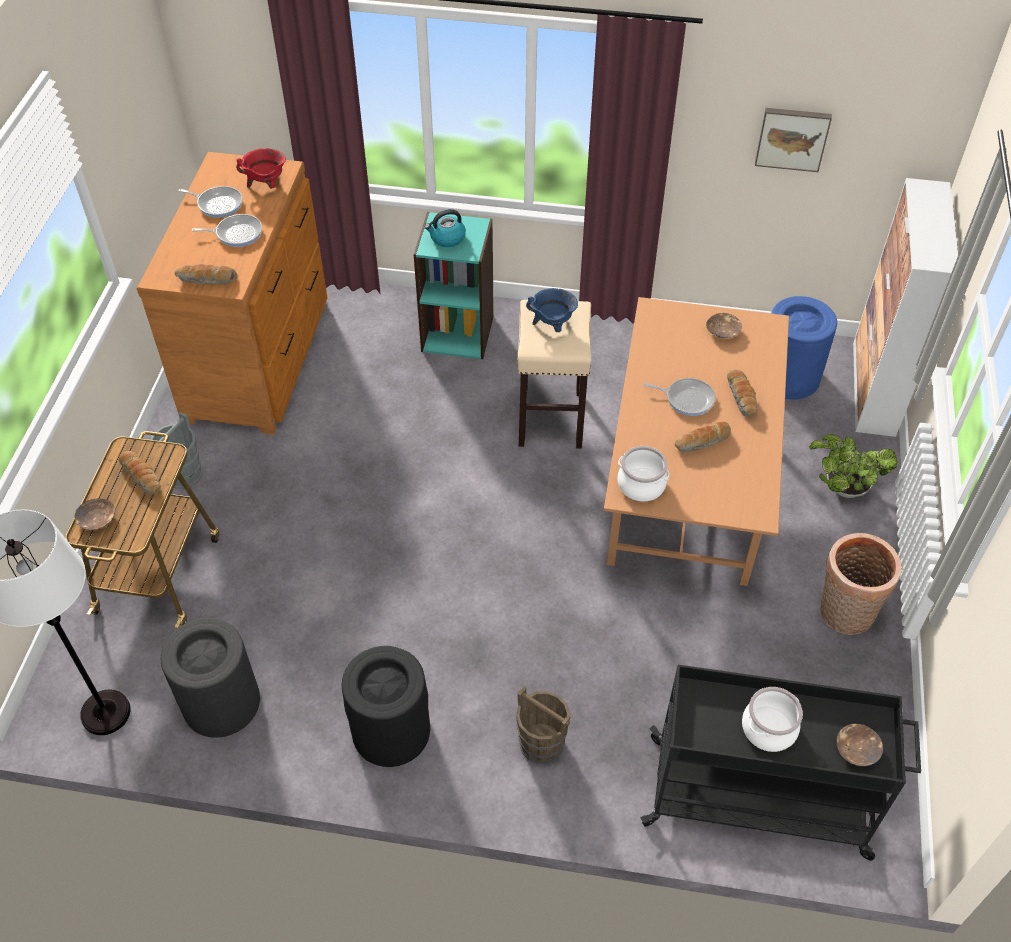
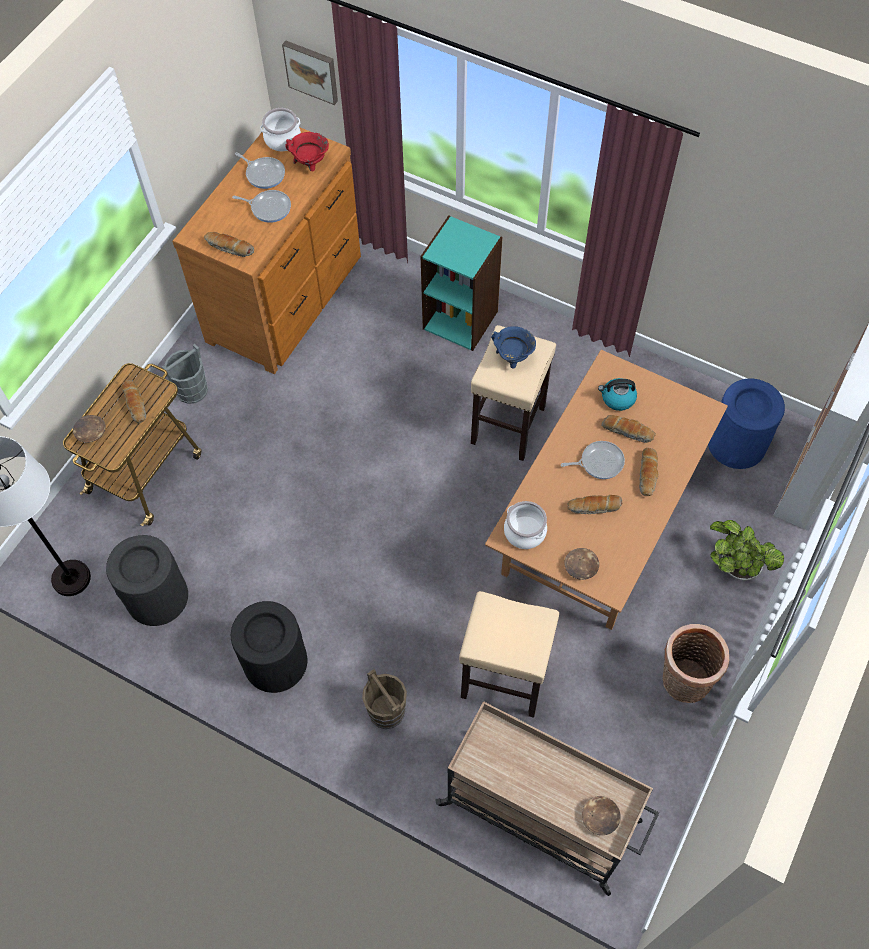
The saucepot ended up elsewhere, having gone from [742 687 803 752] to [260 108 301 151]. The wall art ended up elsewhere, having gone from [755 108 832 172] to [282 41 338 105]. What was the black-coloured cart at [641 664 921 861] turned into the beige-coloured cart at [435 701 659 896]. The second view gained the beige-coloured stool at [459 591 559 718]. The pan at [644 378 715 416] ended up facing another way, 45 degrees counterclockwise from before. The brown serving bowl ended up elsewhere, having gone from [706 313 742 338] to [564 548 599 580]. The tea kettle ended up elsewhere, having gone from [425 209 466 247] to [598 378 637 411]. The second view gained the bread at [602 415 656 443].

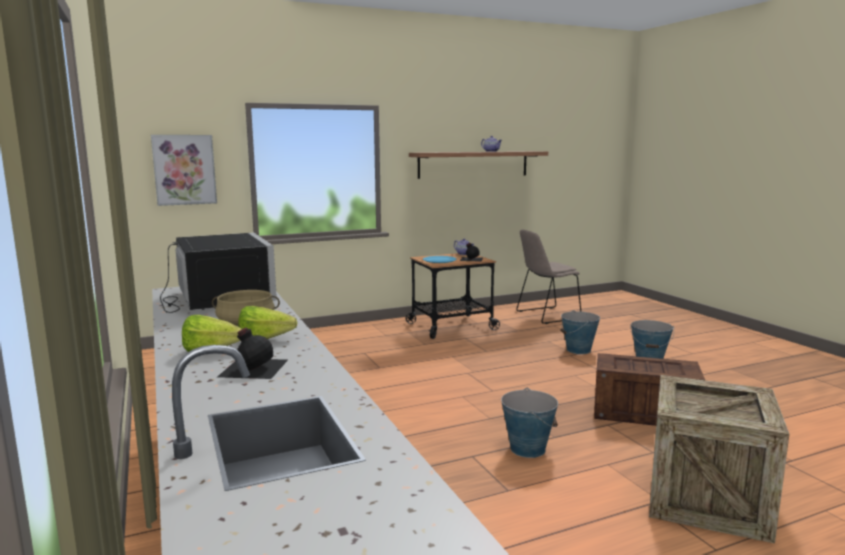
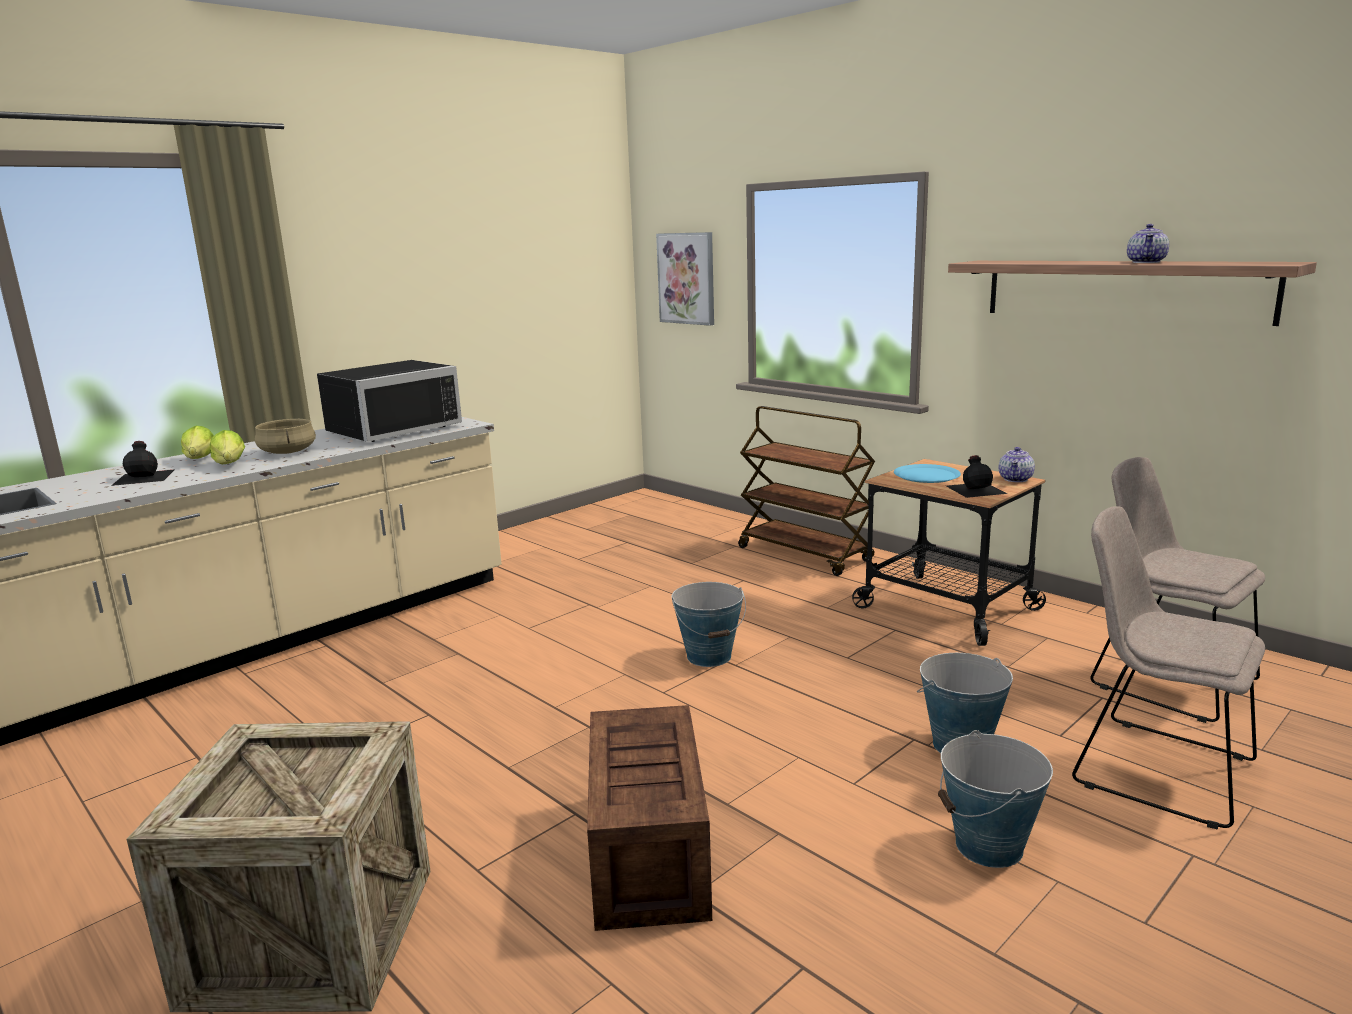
The bucket ended up elsewhere, having gone from [501 388 558 458] to [671 582 746 667]. The second view gained the brown cart at [738 406 875 576]. The second view gained the beige-coloured plain chair at [1072 506 1265 830].

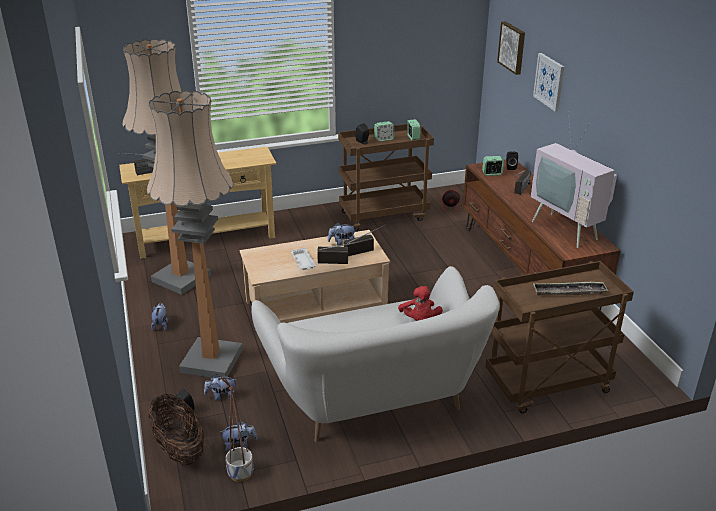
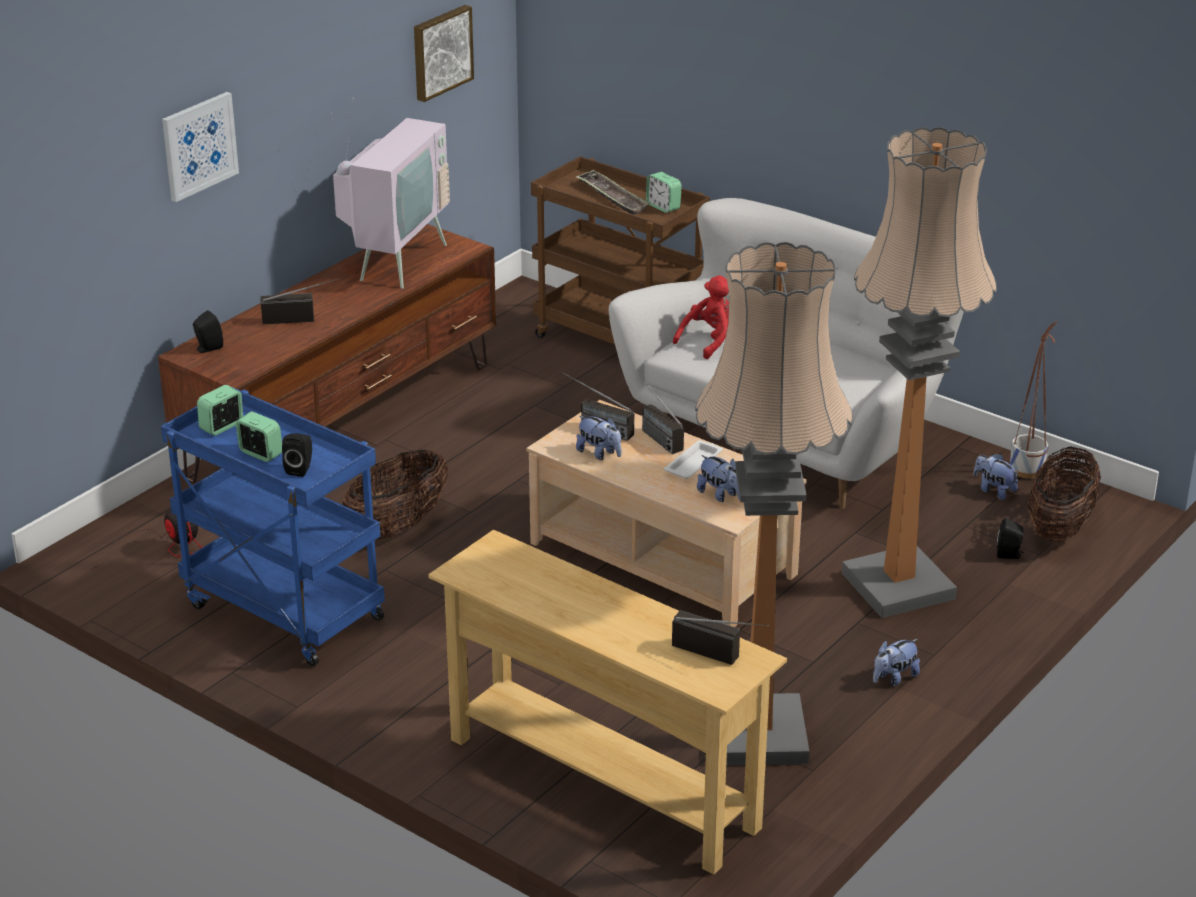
What was the brown cart at [338 124 434 232] turned into the blue cart at [161 387 385 666]. The second view gained the basket at [342 449 449 540]. The wall art ended up elsewhere, having gone from [497 21 525 75] to [414 5 474 102]. The bedside clock ended up elsewhere, having gone from [482 156 504 176] to [646 172 682 213]. The plush toy ended up elsewhere, having gone from [204 374 237 401] to [697 455 740 502].

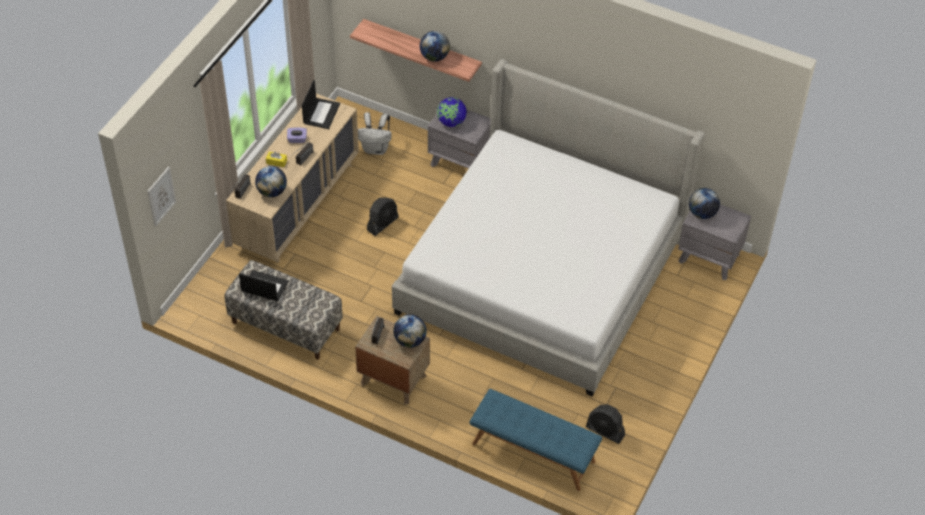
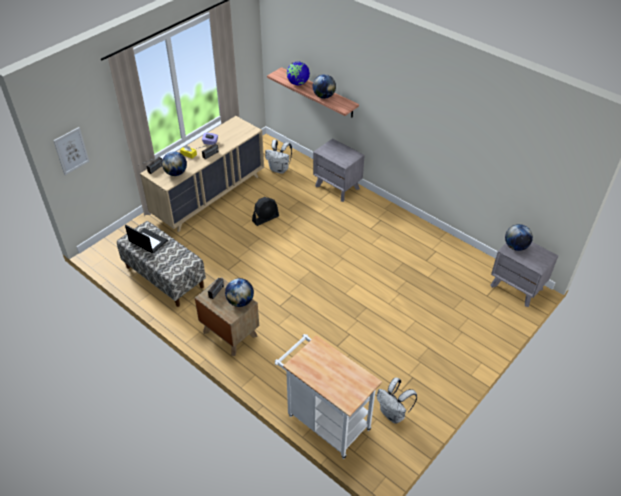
Where the blue long seat stood at [470 389 602 491], the white-coloured cart came to stand at [275 334 382 459]. The desk globe ended up elsewhere, having gone from [437 97 467 127] to [287 62 310 85]. Where the black-coloured fan stood at [586 404 625 444], the white-coloured backpack came to stand at [377 378 417 424]. The second view lost the notebook computer at [302 80 340 129]. The second view lost the bedroom bed at [392 59 705 396].

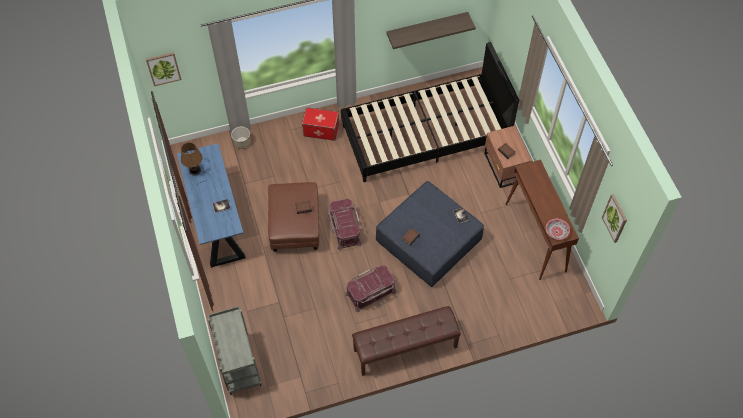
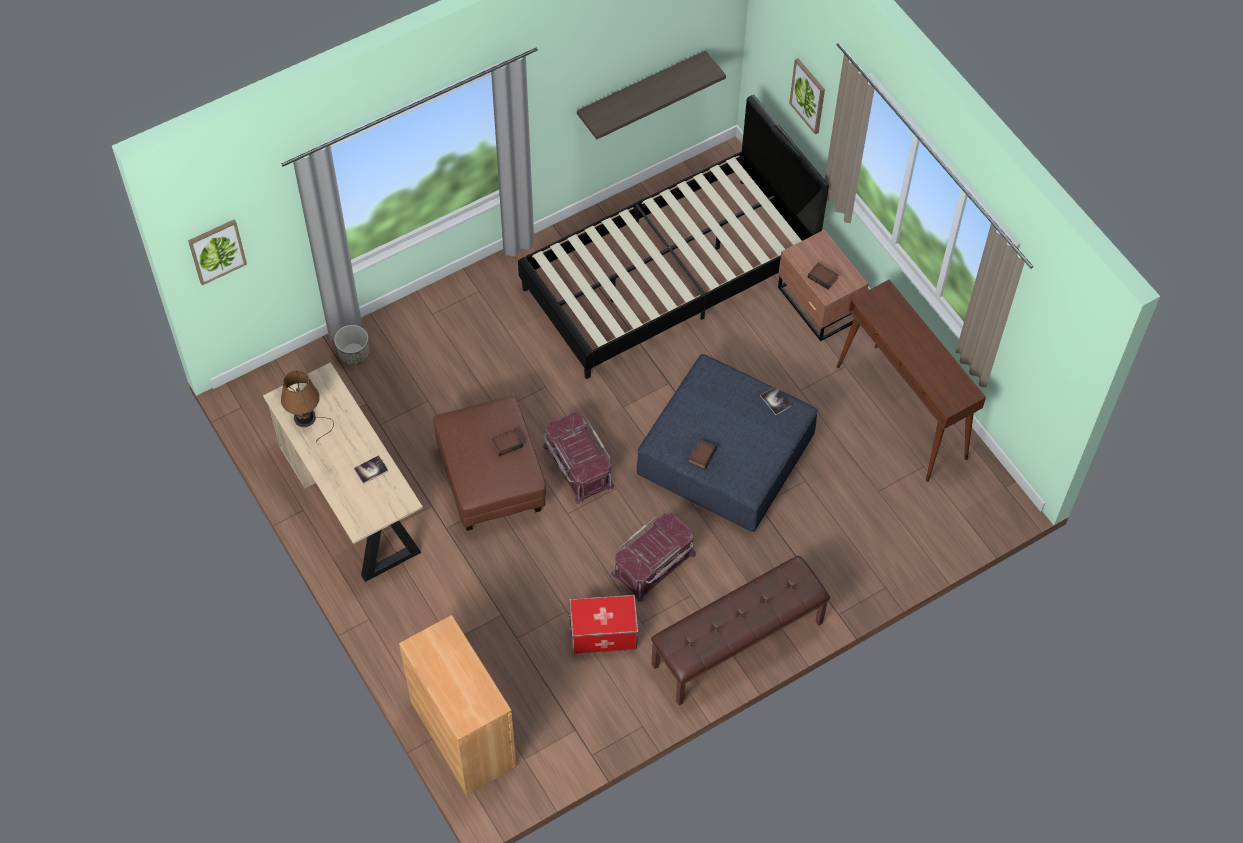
What was the blue desk table at [177 143 246 268] turned into the beige-coloured desk table at [263 362 423 582]. Where the grey cart stood at [208 306 262 395], the brown storage cabinet came to stand at [399 615 517 795]. The storage container ended up elsewhere, having gone from [302 107 339 141] to [569 595 638 654]. The wall art ended up elsewhere, having gone from [602 194 627 243] to [789 58 825 135]. The second view lost the serving bowl at [546 219 570 240].

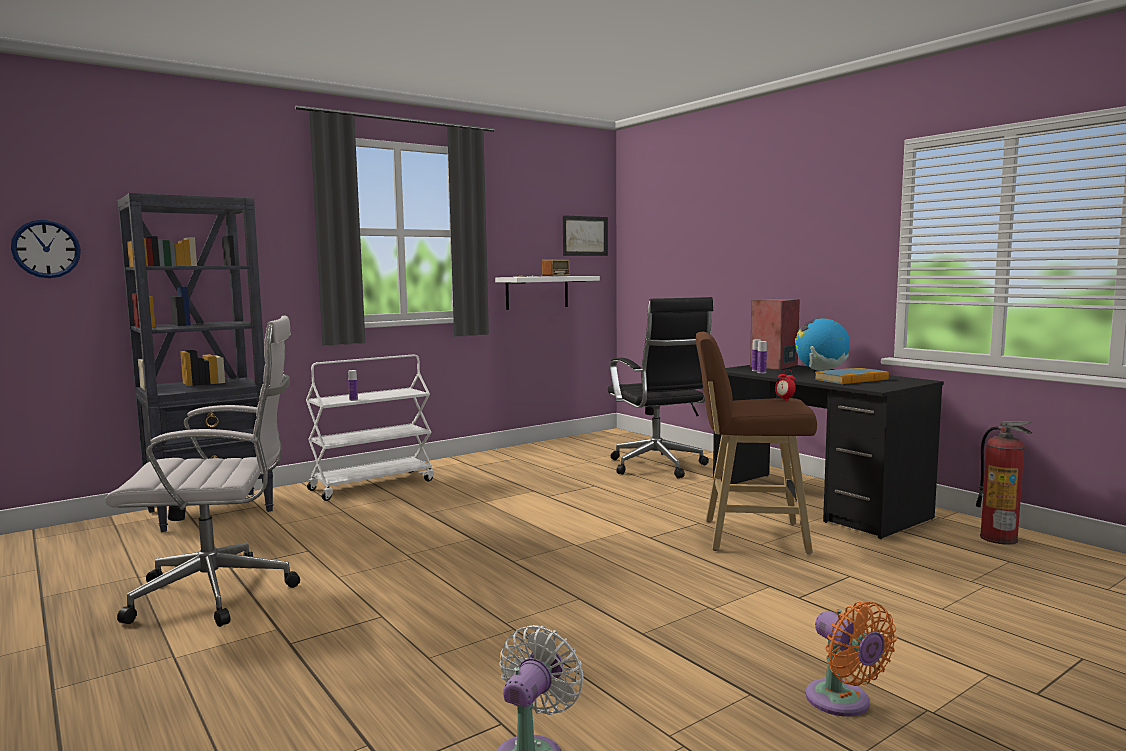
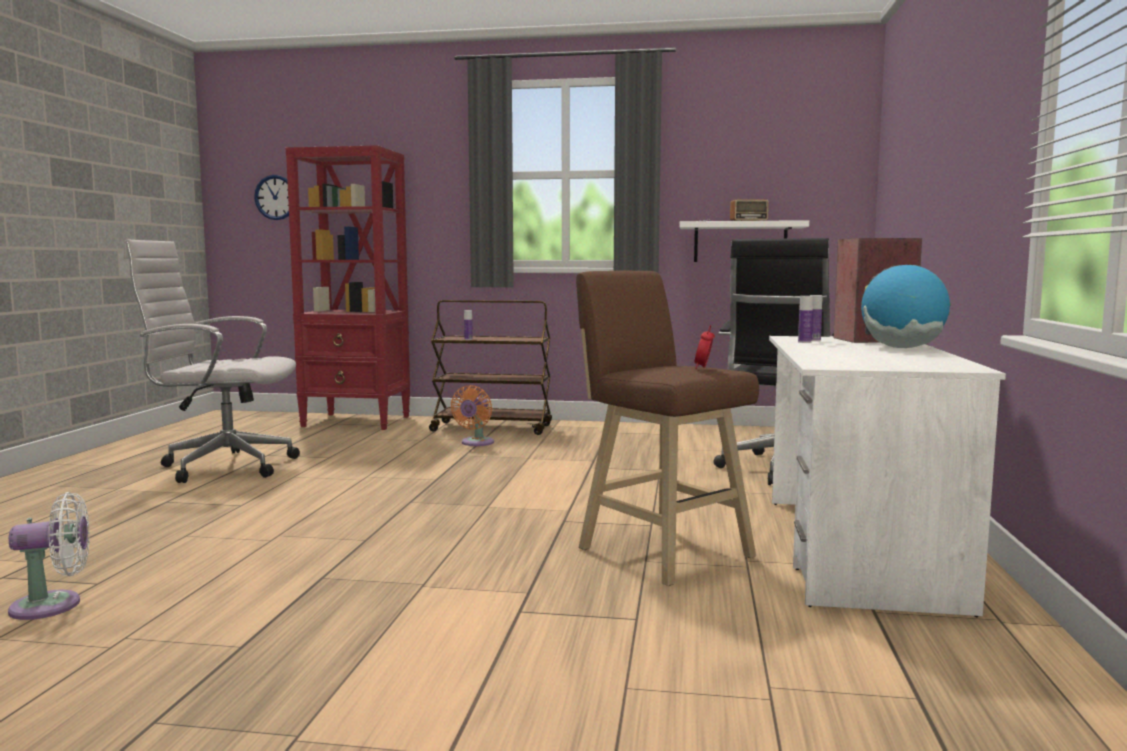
The white-coloured office chair at [105 315 300 627] ended up facing another way, 150 degrees clockwise from before. What was the black-coloured shelving unit at [118 193 274 532] turned into the red shelving unit at [285 145 410 430]. What was the white-coloured cart at [306 354 434 501] turned into the brown cart at [429 300 552 435]. The orangey fan ended up elsewhere, having gone from [806 601 897 717] to [450 385 494 446]. What was the black-coloured desk table at [713 365 944 539] turned into the white-coloured desk table at [769 336 1006 617]. The second view lost the wall art at [563 215 608 256]. The second view lost the book at [815 368 889 384]. The second view lost the fire-fighting cylinder at [976 421 1032 545].

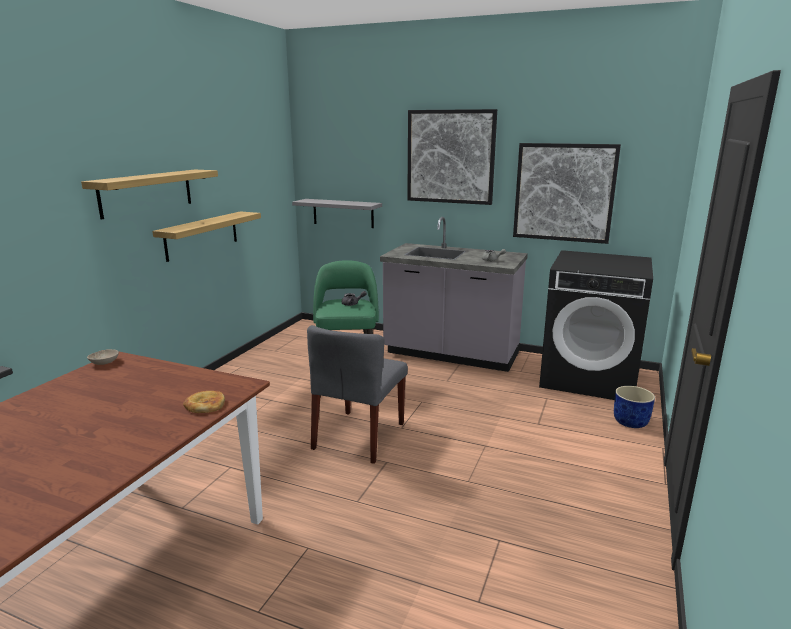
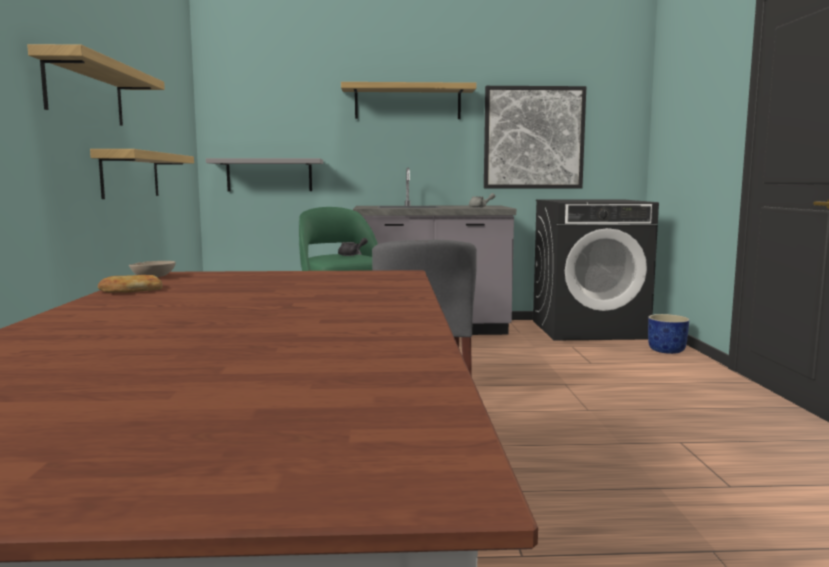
The bread ended up elsewhere, having gone from [183 391 225 413] to [98 275 163 292]. Where the wall art hung at [407 109 497 205], the wall shelf came to hang at [341 82 476 119].

